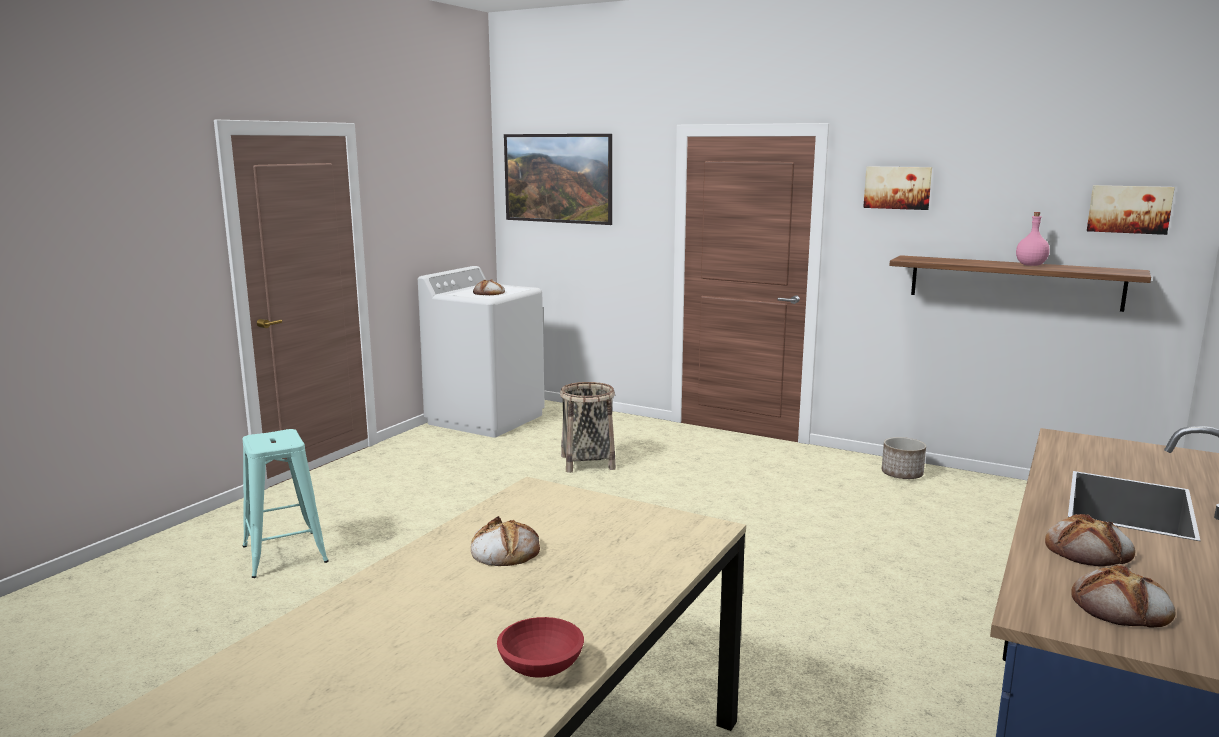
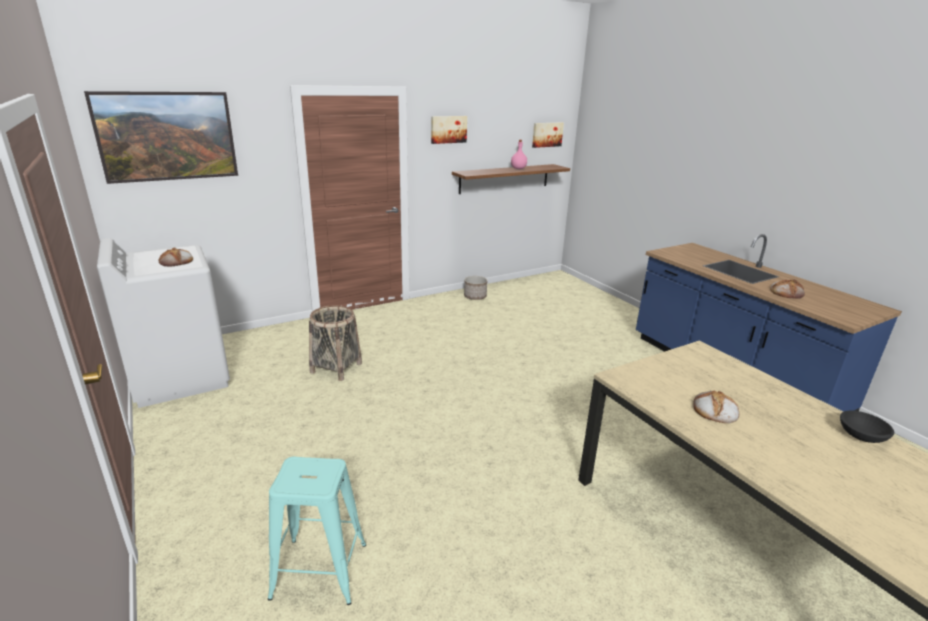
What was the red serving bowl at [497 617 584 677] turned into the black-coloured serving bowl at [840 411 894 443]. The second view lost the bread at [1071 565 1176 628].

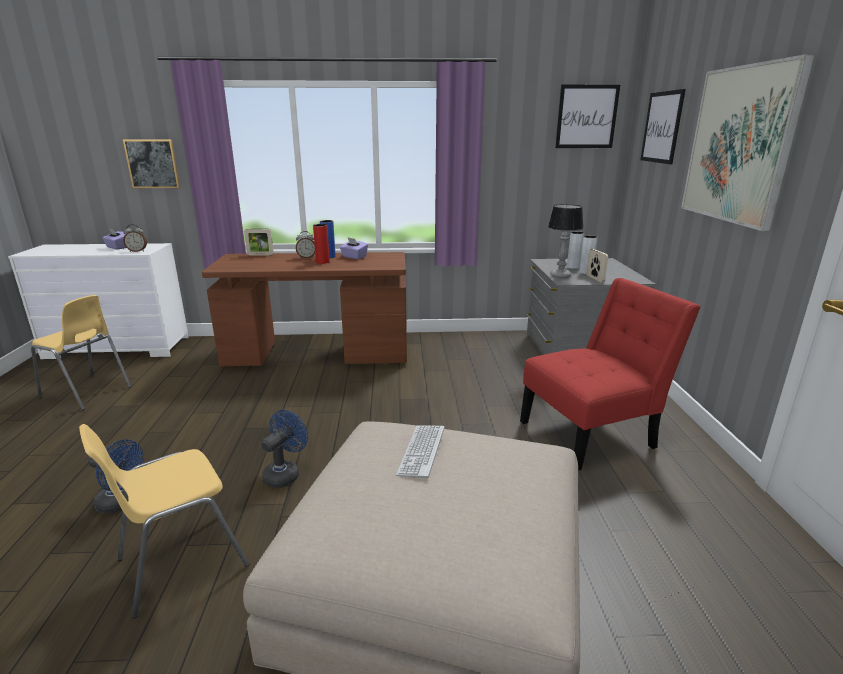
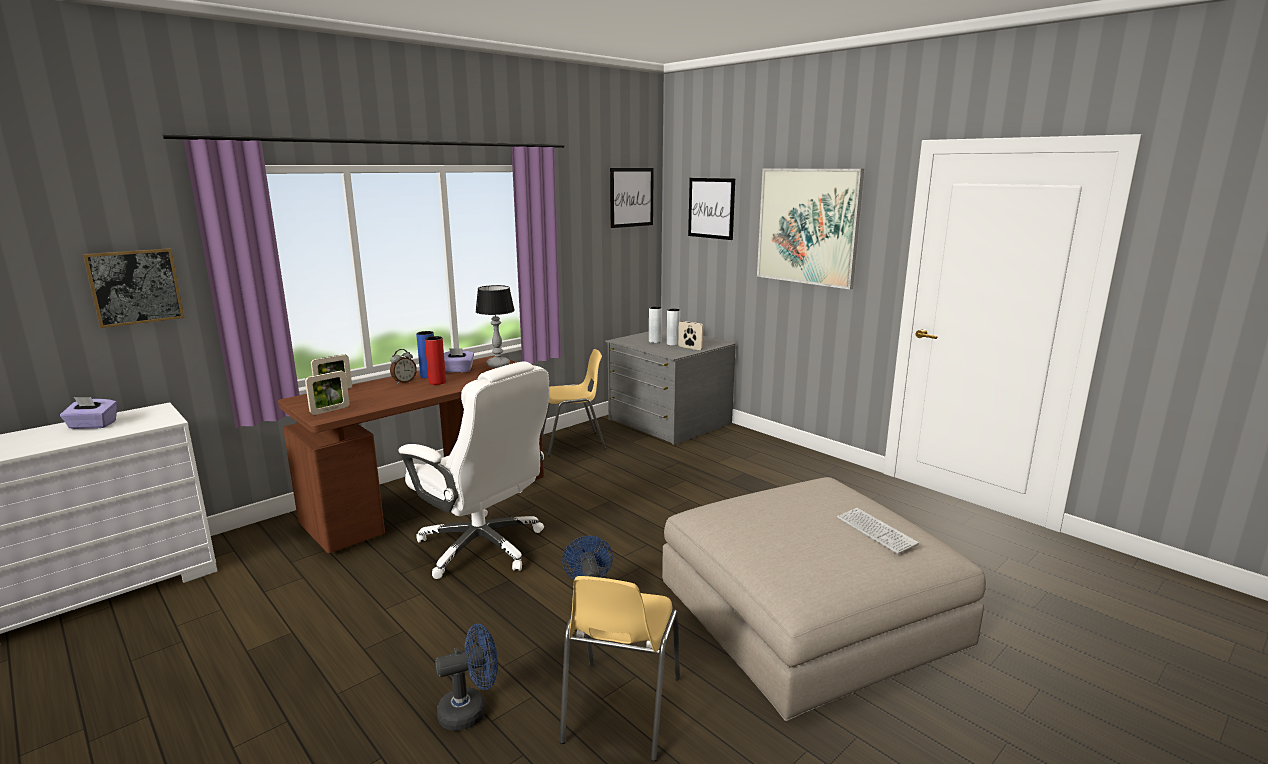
The second view gained the photo frame at [305 370 350 415]. The second view gained the white-coloured office chair at [399 362 549 579]. The tabletop lamp ended up elsewhere, having gone from [548 204 583 278] to [475 285 515 368]. The yellow-coloured plain chair ended up elsewhere, having gone from [31 295 132 410] to [542 349 606 456]. The PC keyboard ended up elsewhere, having gone from [396 425 444 478] to [837 508 919 554]. The second view lost the bedside clock at [123 224 147 252]. The second view lost the red plain chair at [520 278 700 471].

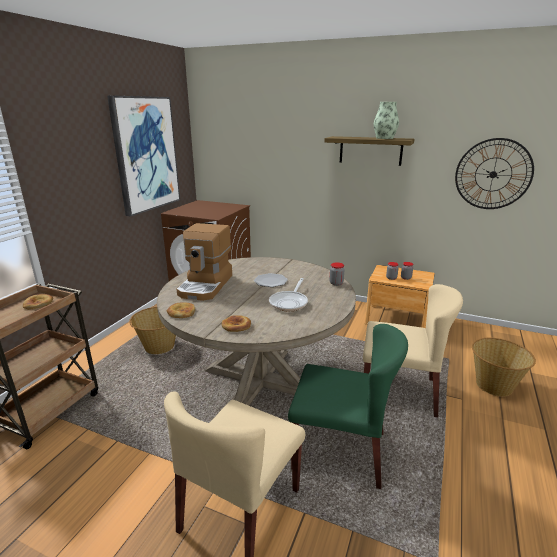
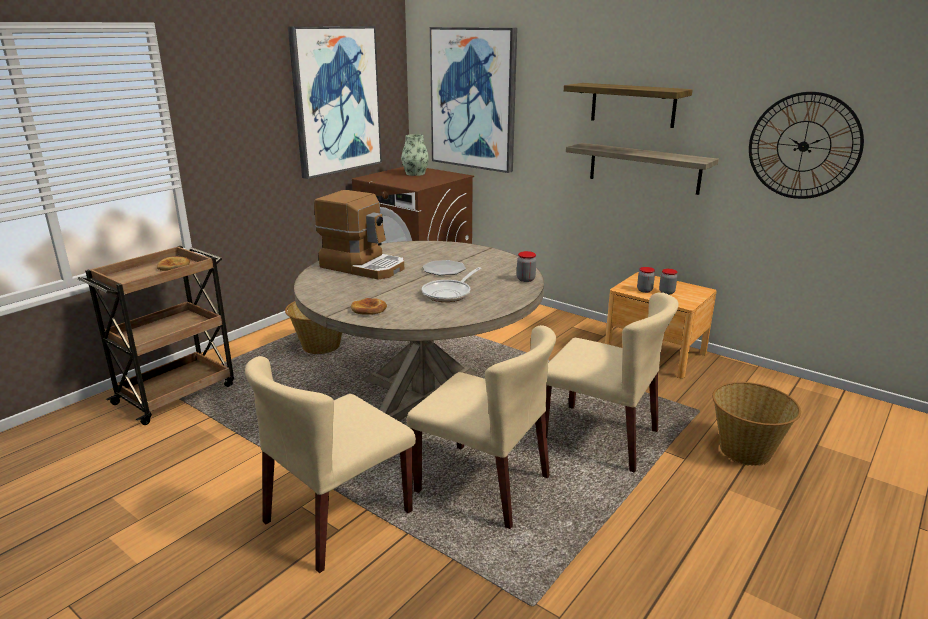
The coffee brewer at [177 223 232 301] ended up facing another way, 90 degrees counterclockwise from before. The flower vase ended up elsewhere, having gone from [374 102 399 139] to [401 134 429 176]. What was the green plain chair at [288 324 408 489] turned into the beige-coloured plain chair at [407 325 556 529]. The second view gained the wall art at [430 27 517 173]. The second view gained the wall shelf at [566 143 719 195]. The second view lost the bread at [167 302 195 318].

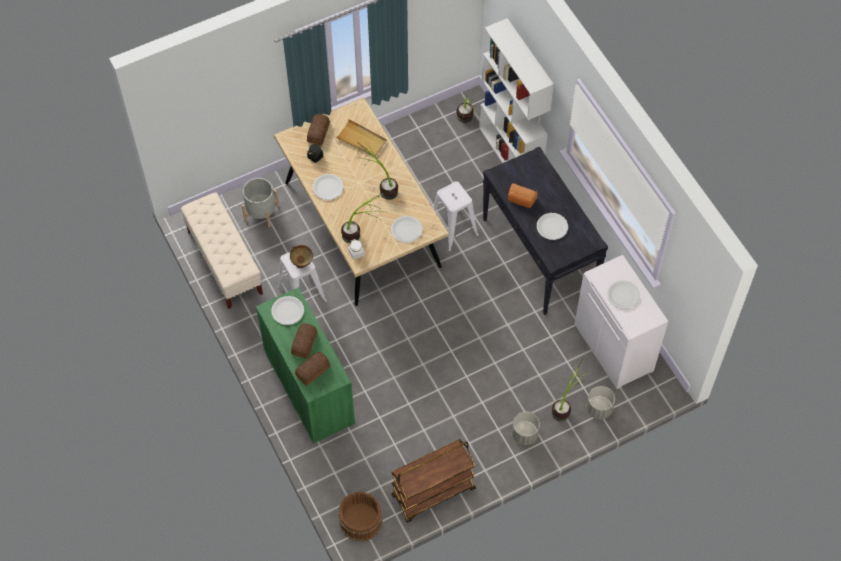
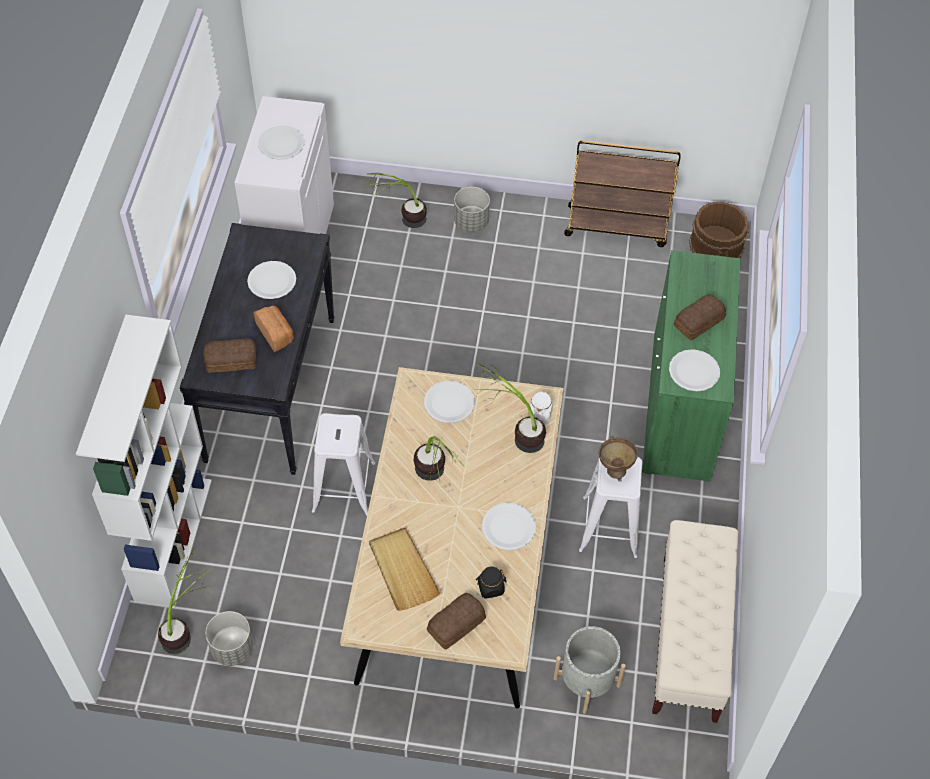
The bread ended up elsewhere, having gone from [295 352 330 385] to [203 338 256 373]. The grey flower pot ended up elsewhere, having gone from [586 386 615 419] to [206 611 254 666].

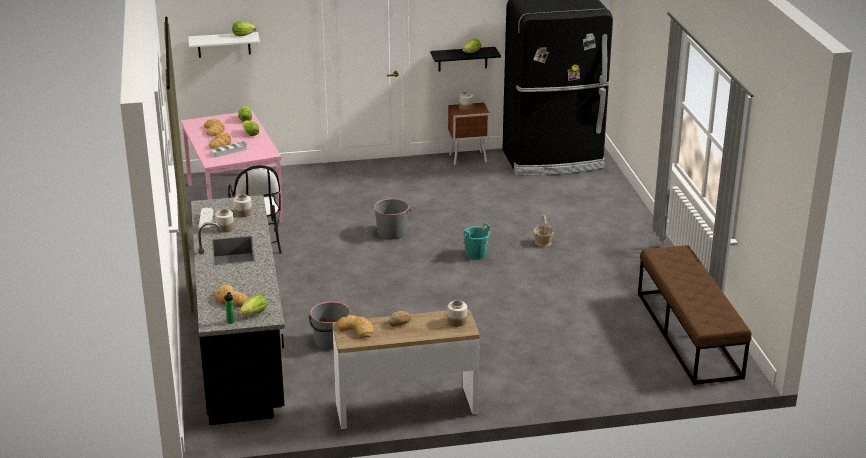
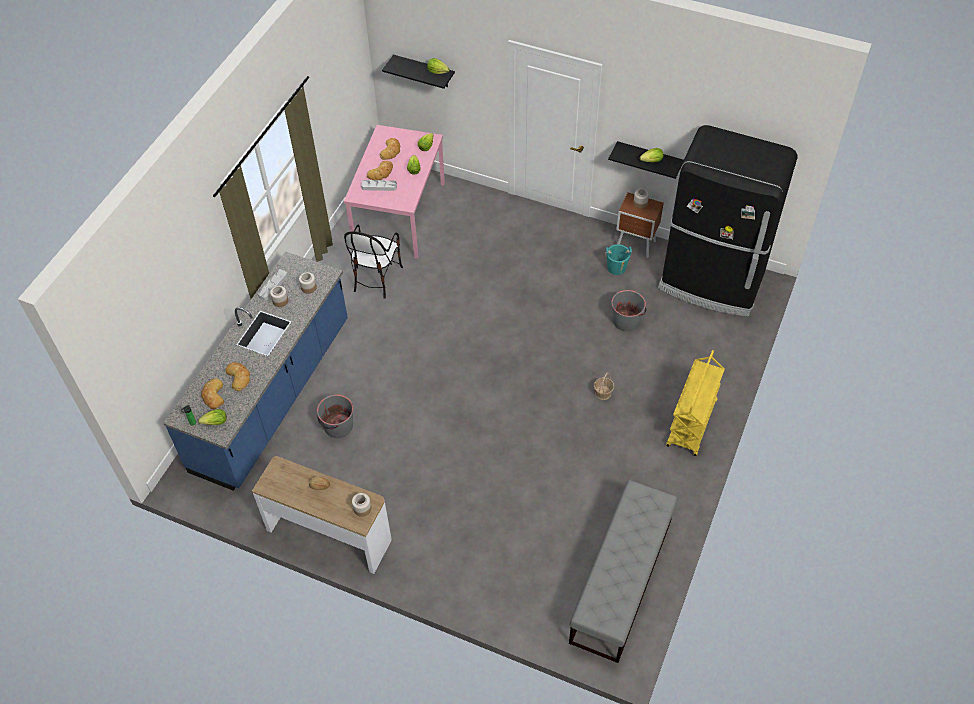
What was the black-coloured kitchen base unit at [191 195 285 425] turned into the blue kitchen base unit at [163 252 348 491]. The bread ended up elsewhere, having gone from [337 315 374 338] to [226 362 250 391]. What was the white-coloured wall shelf at [188 32 260 58] turned into the black-coloured wall shelf at [382 55 455 89]. What was the brown long seat at [638 245 752 385] turned into the grey long seat at [569 480 678 663]. The turquoise bucket ended up elsewhere, having gone from [463 222 490 260] to [605 244 632 275]. The grey bucket ended up elsewhere, having gone from [374 198 411 239] to [611 290 646 331]. The second view gained the yellow-coloured cart at [666 350 725 456].

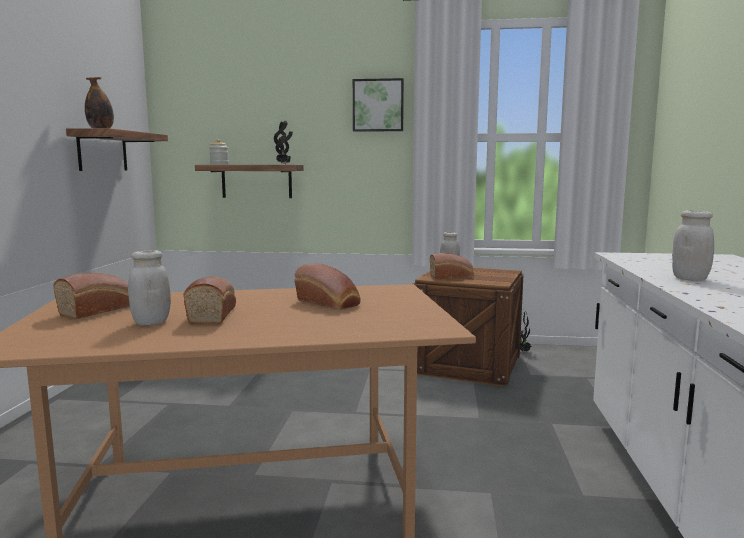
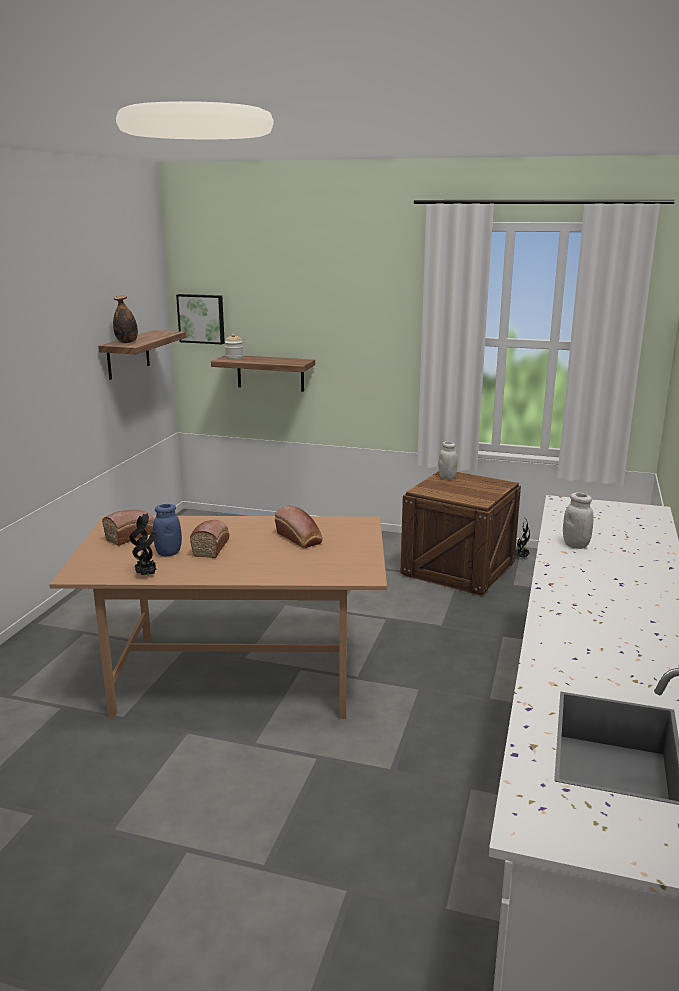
The plant in a pot ended up elsewhere, having gone from [274 121 293 164] to [129 513 157 576]. What was the white-coloured jar at [128 250 171 325] turned into the blue jar at [153 504 182 556]. The wall art ended up elsewhere, having gone from [353 78 404 132] to [176 294 225 344]. The second view lost the bread at [430 253 474 279].

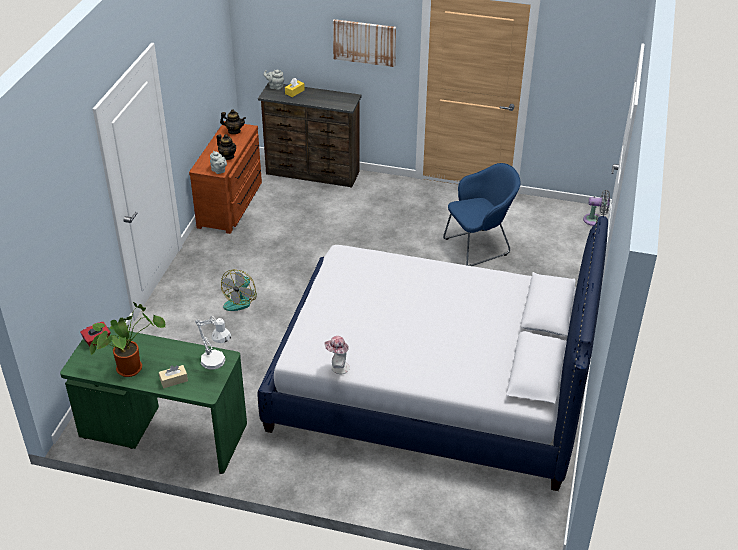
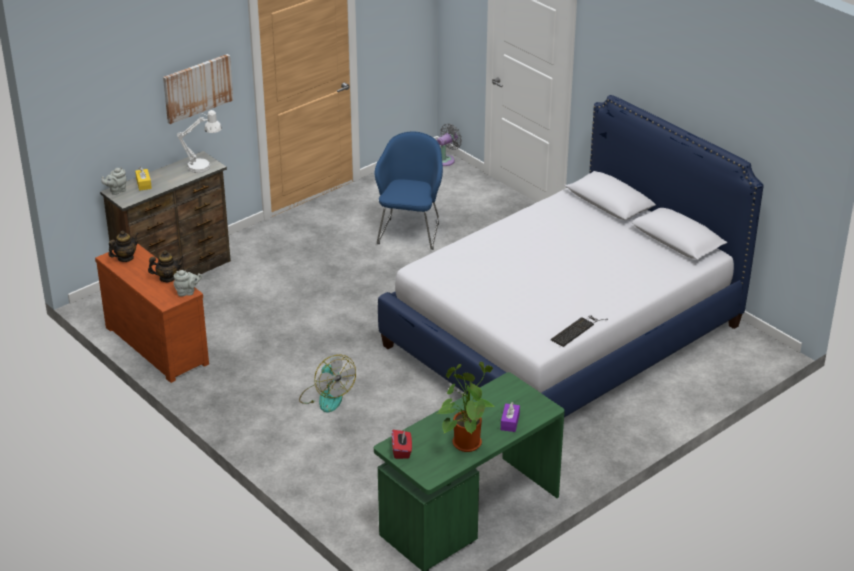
The white-coloured tabletop lamp ended up elsewhere, having gone from [195 316 231 370] to [177 110 222 173]. What was the beige-coloured tissue box at [159 365 188 388] turned into the purple tissue box at [501 402 520 432]. Where the clothing hat stood at [324 336 350 374], the PC keyboard came to stand at [551 315 608 347].

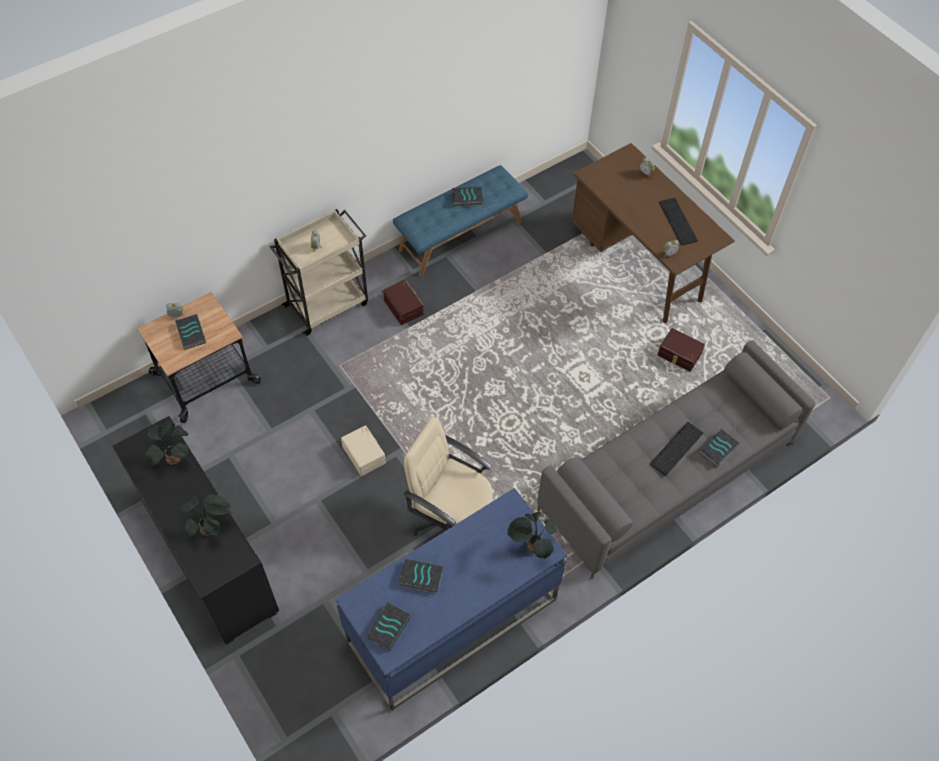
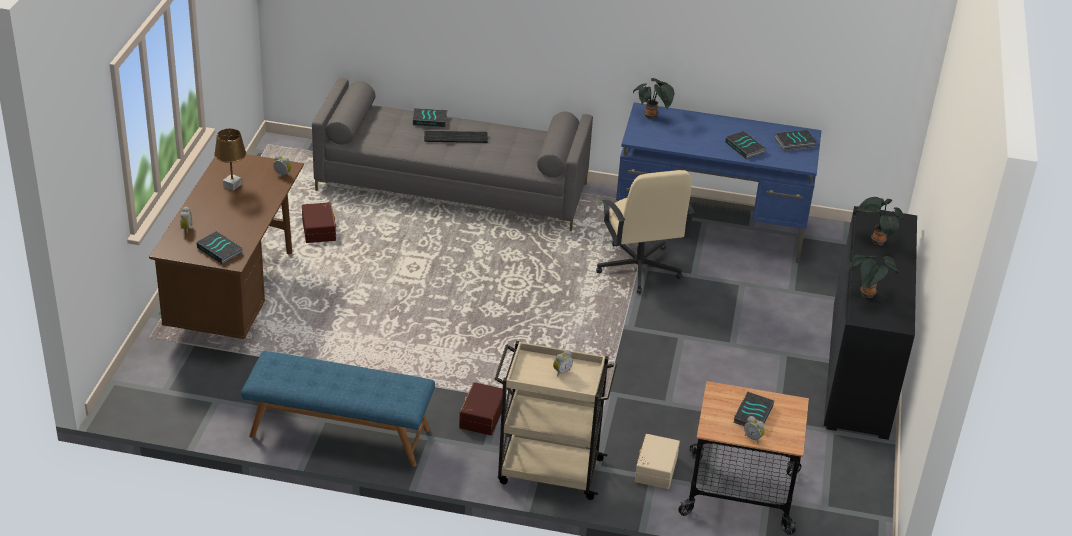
The book ended up elsewhere, having gone from [452 186 483 207] to [196 231 242 265]. Where the PC keyboard stood at [659 198 698 246], the brown tabletop lamp came to stand at [214 128 246 191]. The beige-coloured storage container ended up elsewhere, having gone from [341 425 386 476] to [635 434 680 489].

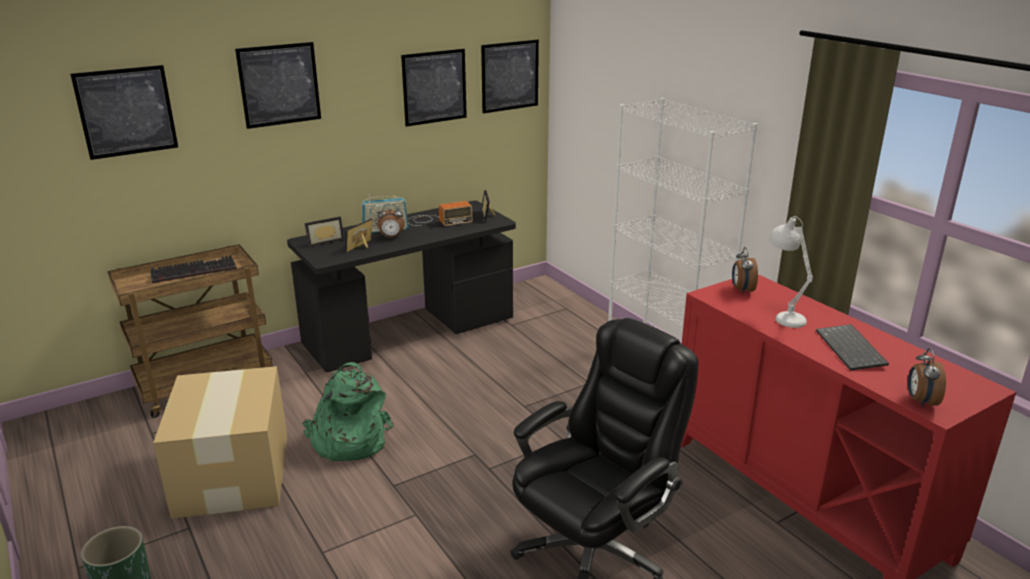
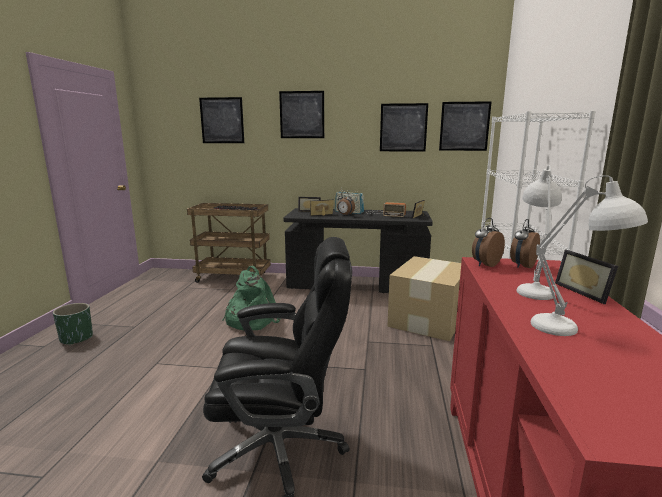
The packing box ended up elsewhere, having gone from [153 366 287 519] to [387 256 461 341]. The bedside clock ended up elsewhere, having gone from [908 348 946 408] to [472 218 505 267]. Where the PC keyboard stood at [816 324 889 371], the white-coloured tabletop lamp came to stand at [531 175 648 336]. The second view gained the photo frame at [555 250 618 304].

